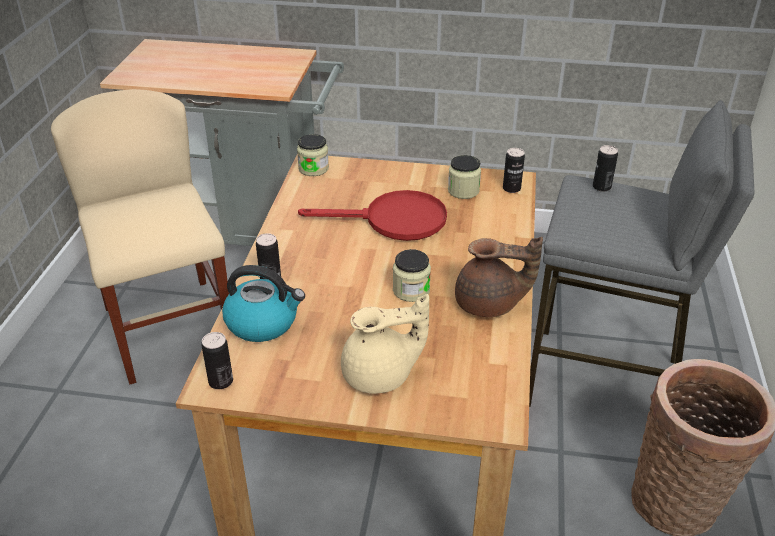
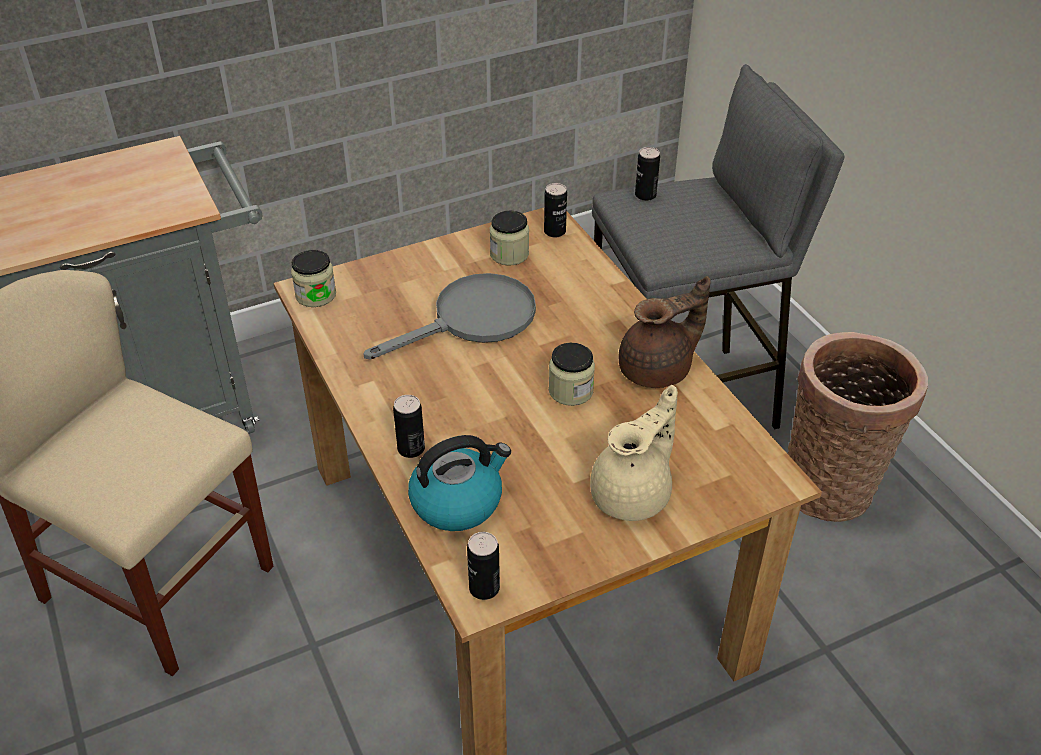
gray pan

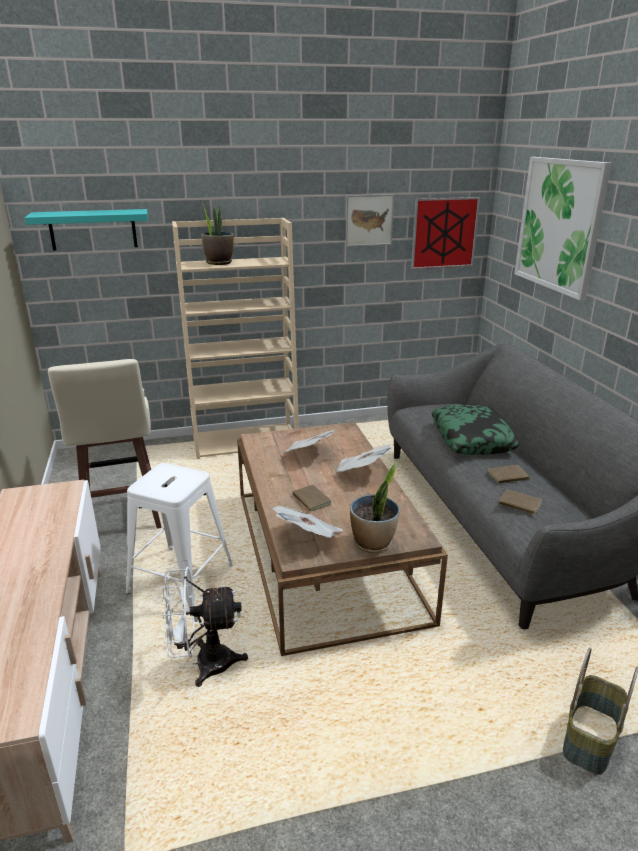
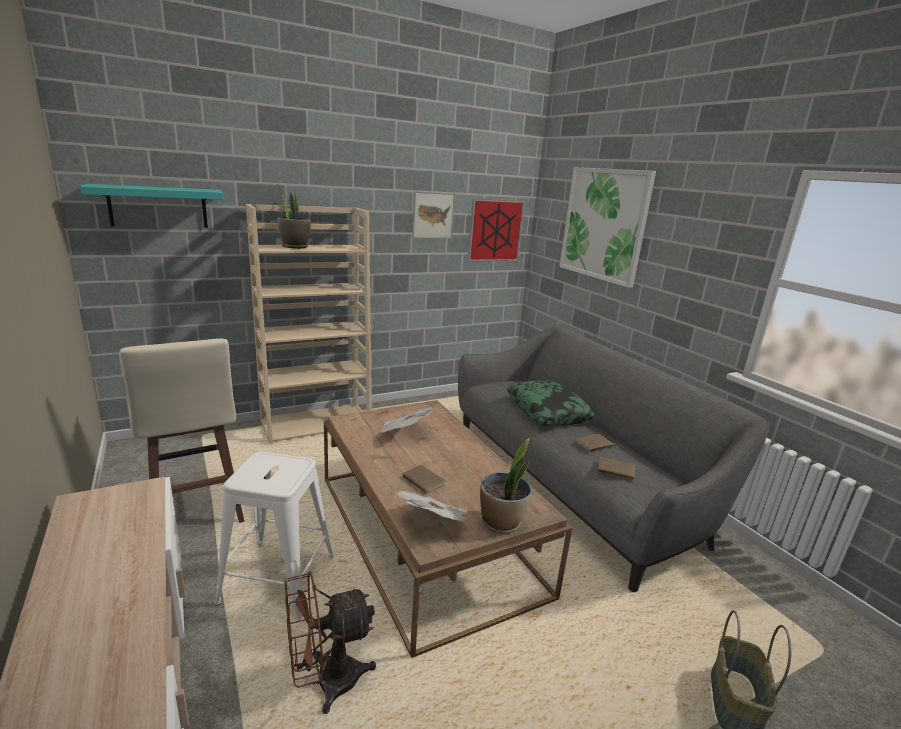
newspaper (no. 3 from left in the first image)
brownish electric fan

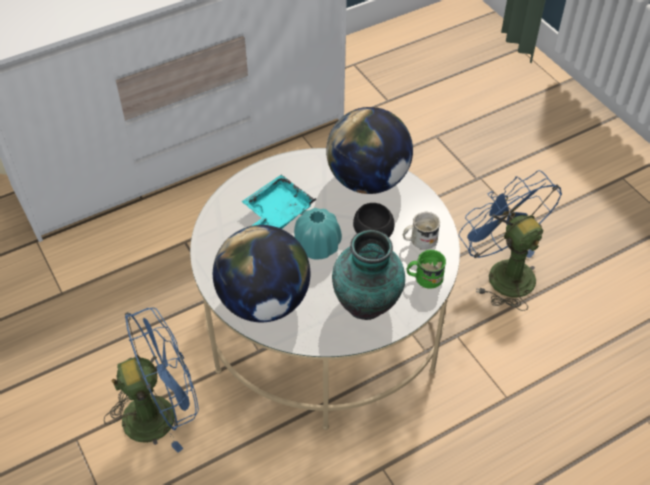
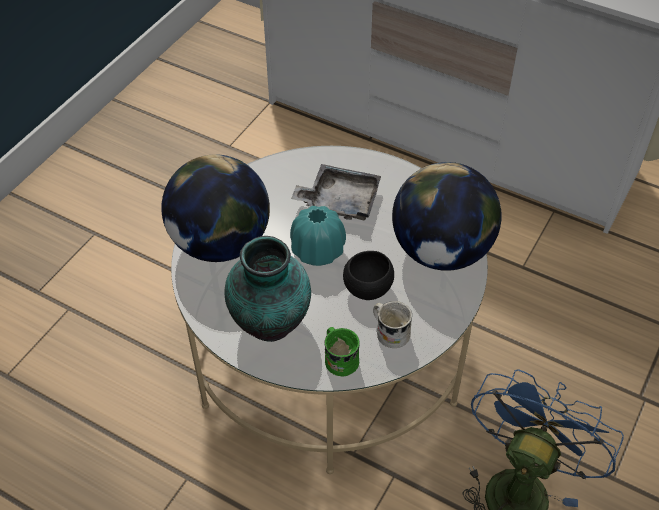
blue electric fan (no. 1 from left in the first image)
gray tray

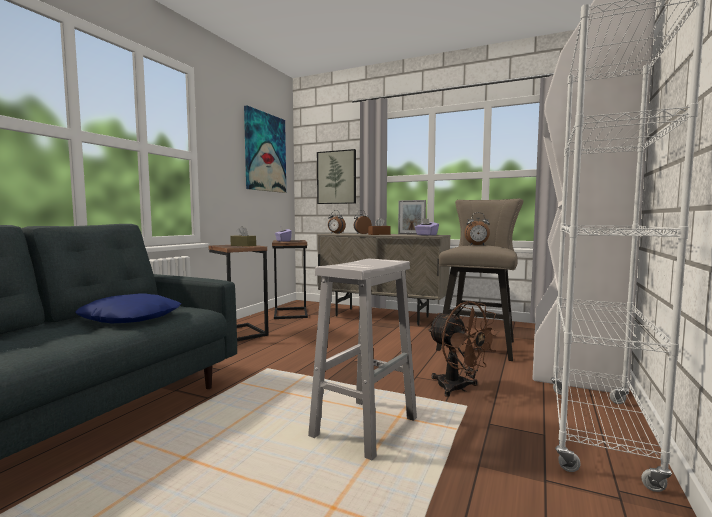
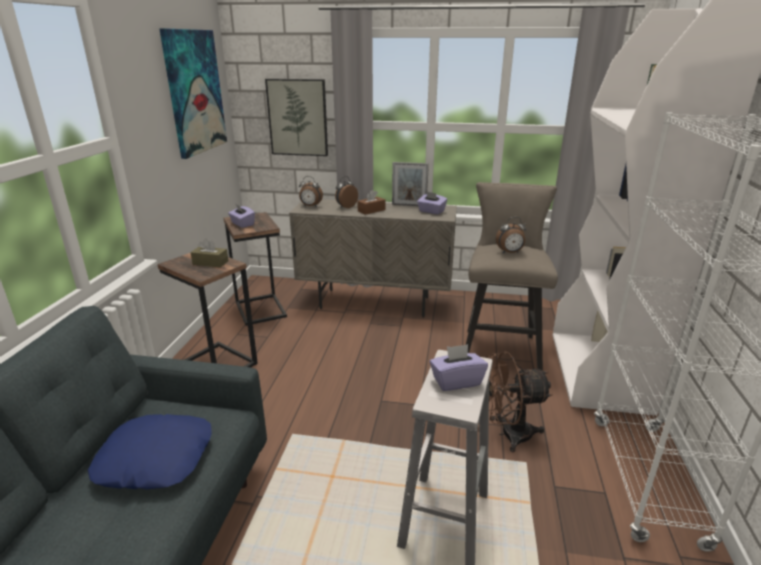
purplish box of tissues (no. 3 from left)
brownish electric fan

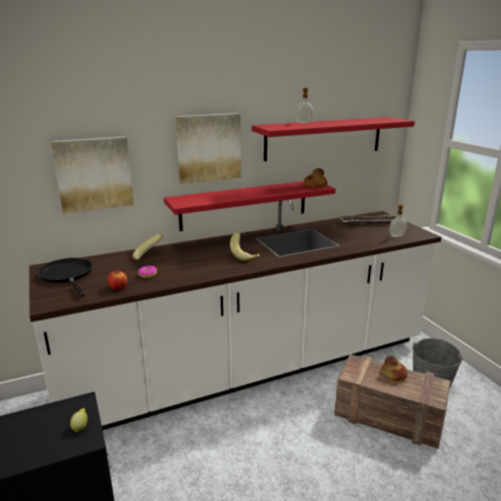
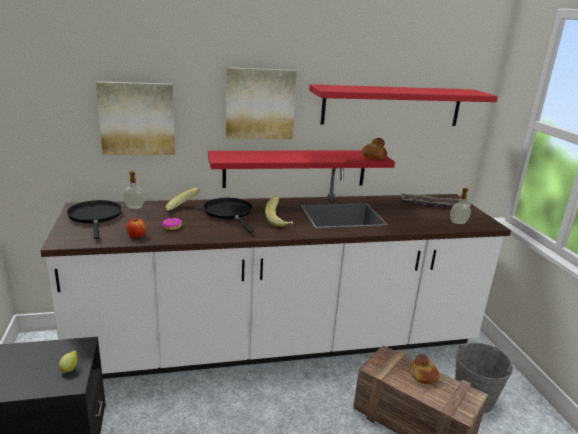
blackish pan (no. 2 from left)
soap bottle (no. 1 from left)

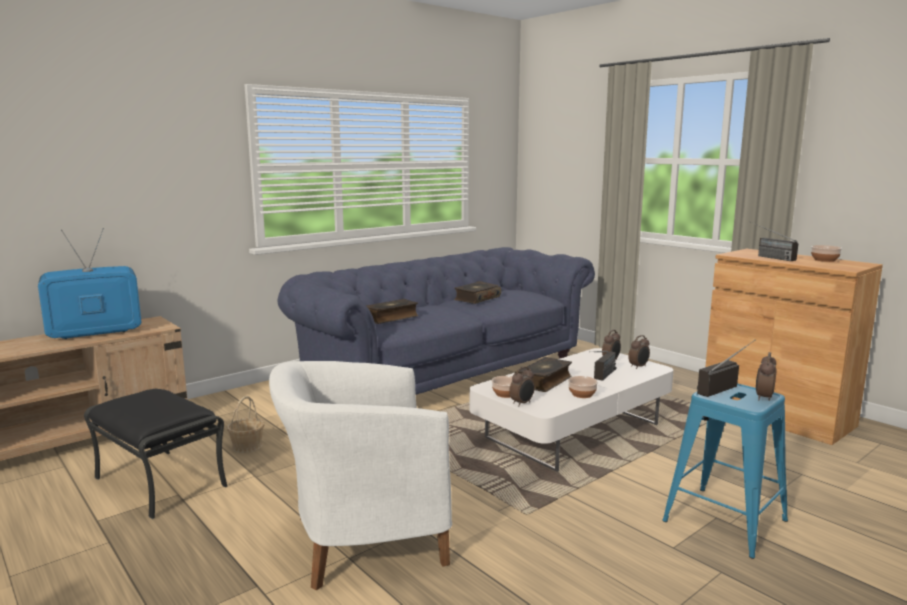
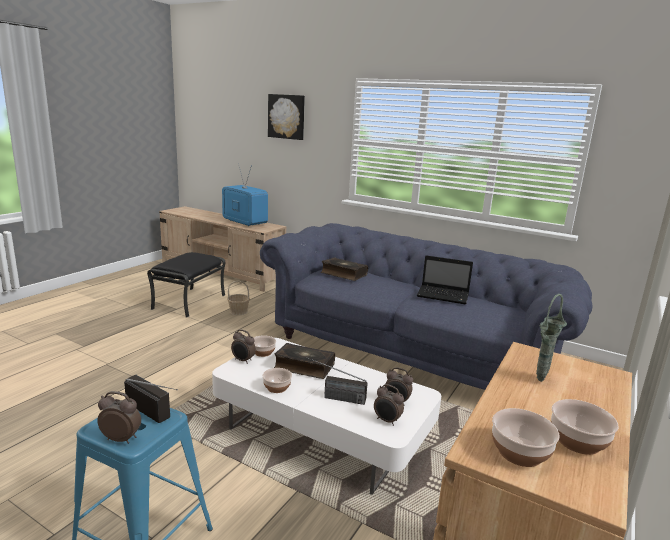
whitish lounge chair
picture
serving bowl (no. 3 from left)
portable computer
green decorative vase

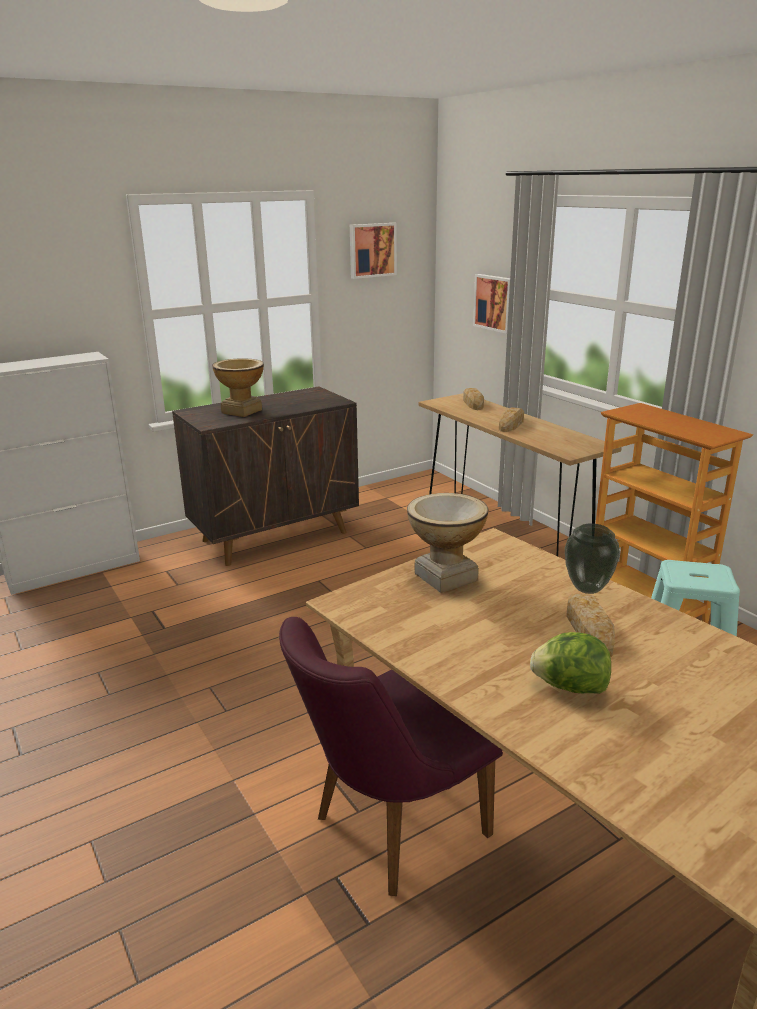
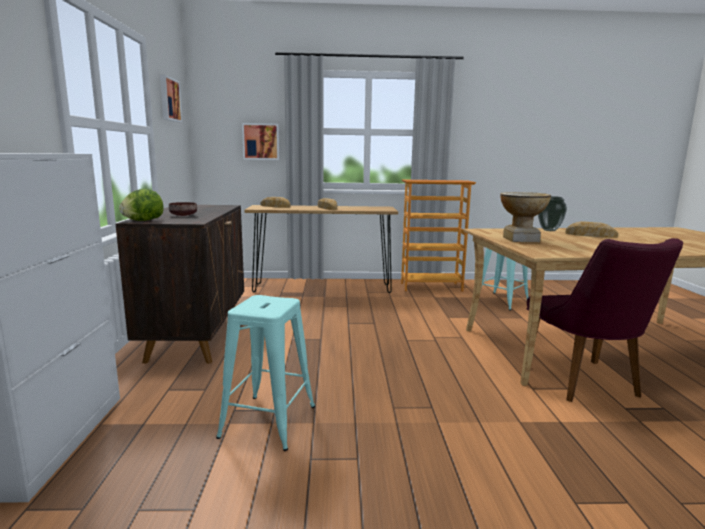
blue-green sitting stool (no. 1 from left)
head of lettuce
brownish serving bowl

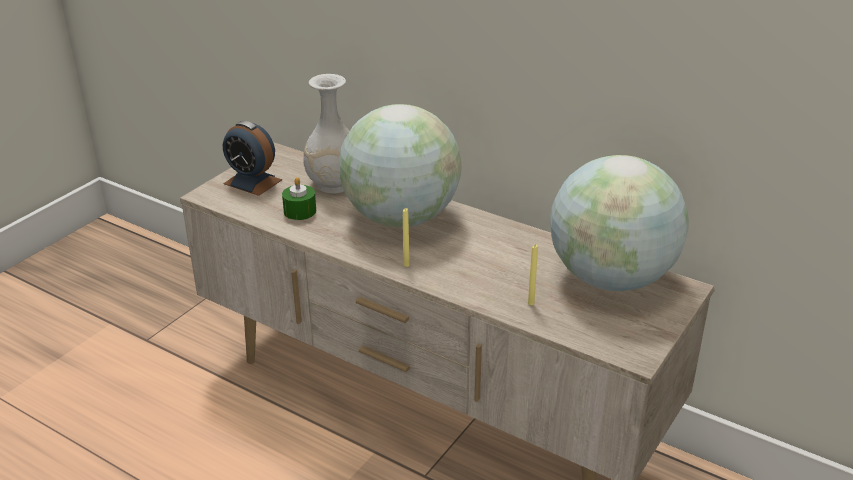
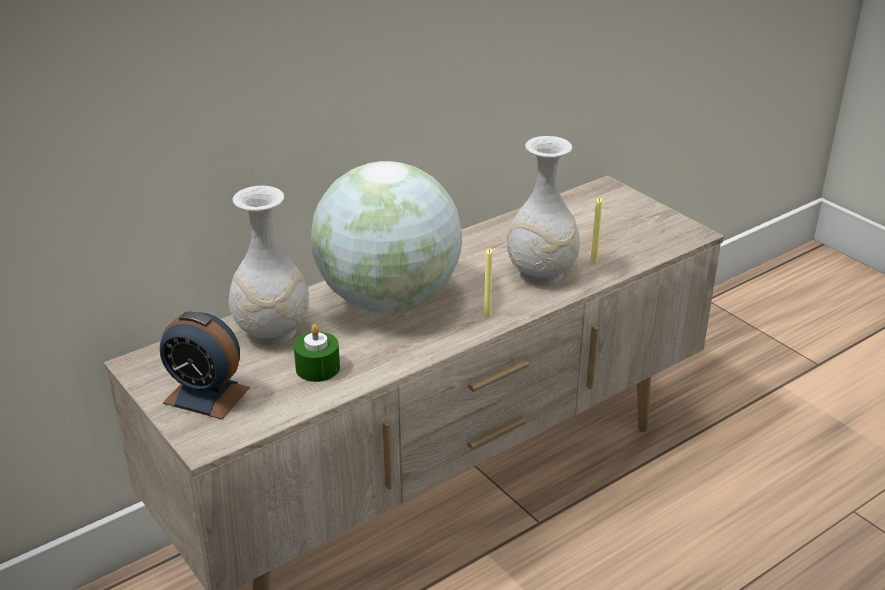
desk globe (no. 2 from left in the first image)
whitish decorative vase (no. 2 from left)
table clock

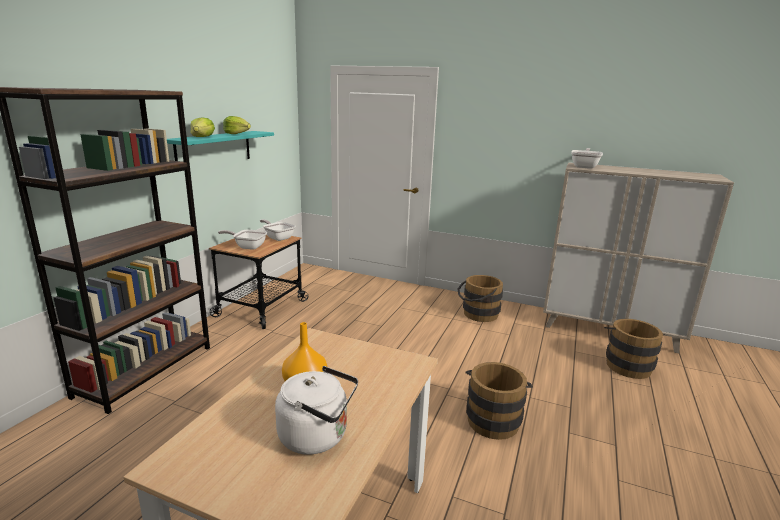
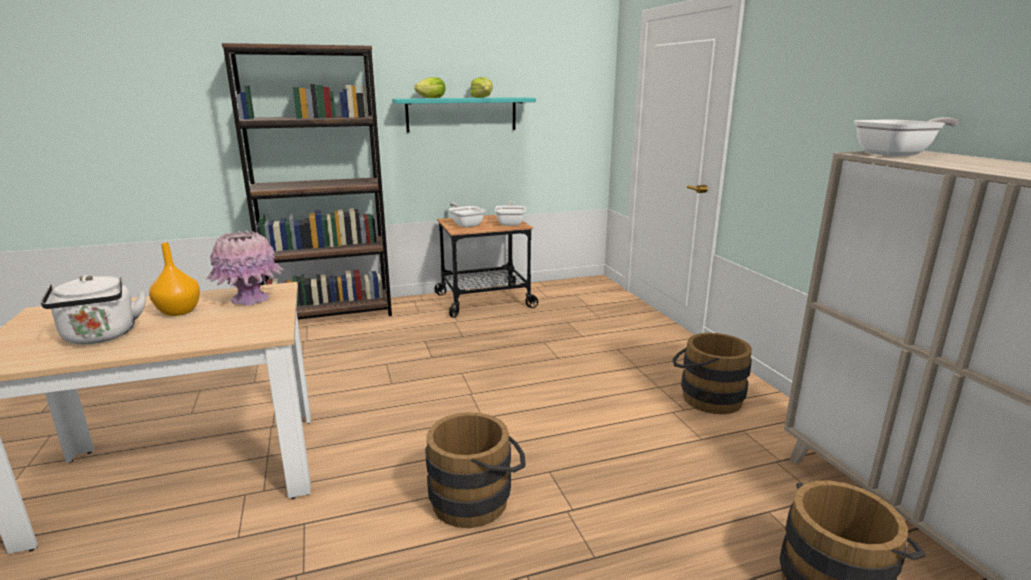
pinkish decorative vase

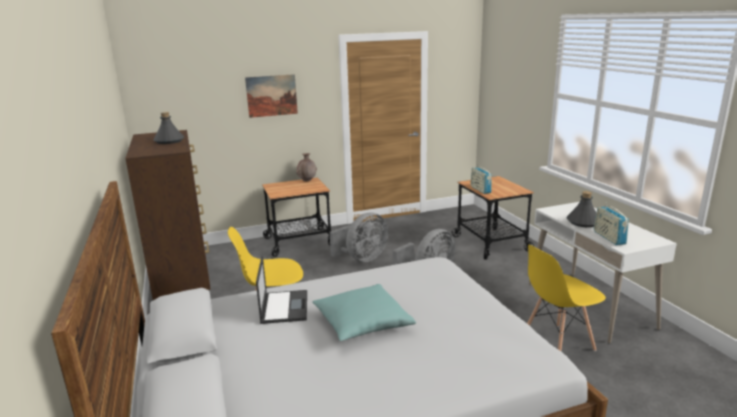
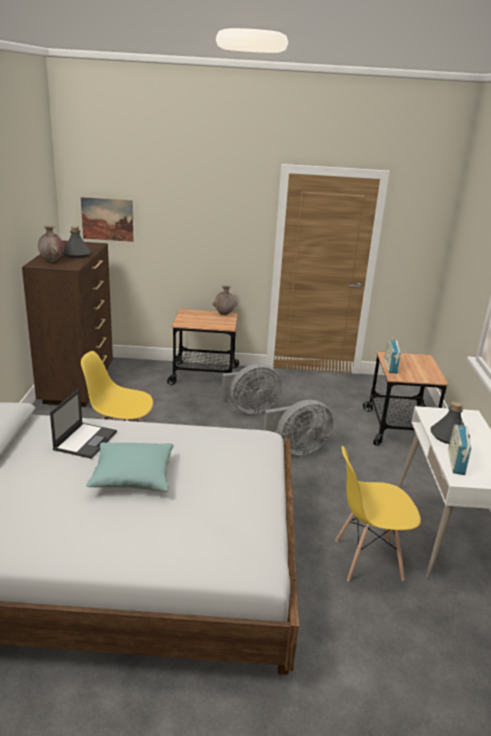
brownish decorative vase (no. 1 from left)
picture

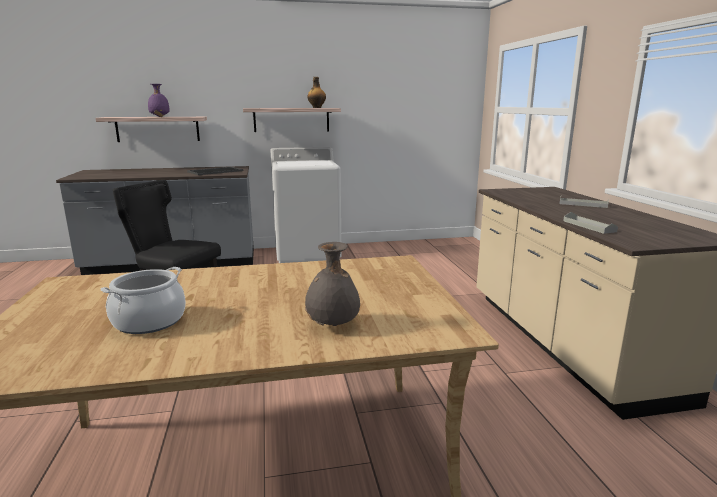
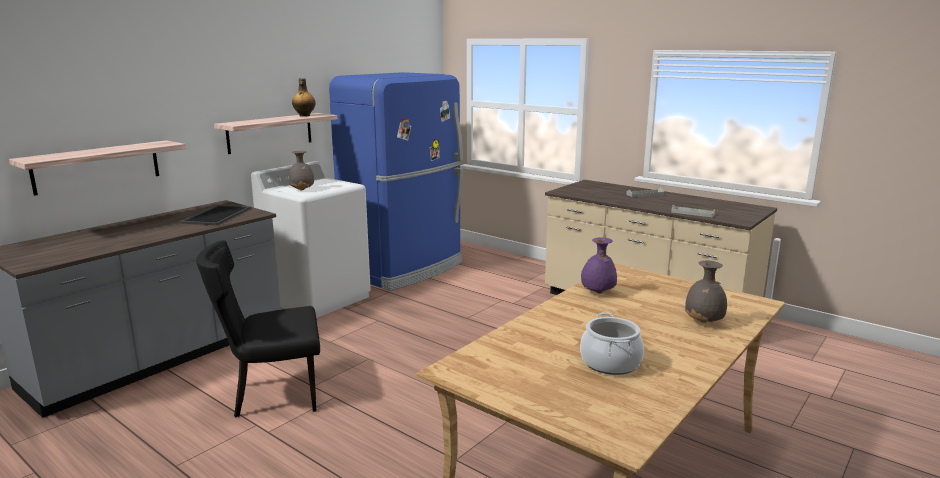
gray decorative vase (no. 1 from left)
blue kitchen fridge
purplish decorative vase

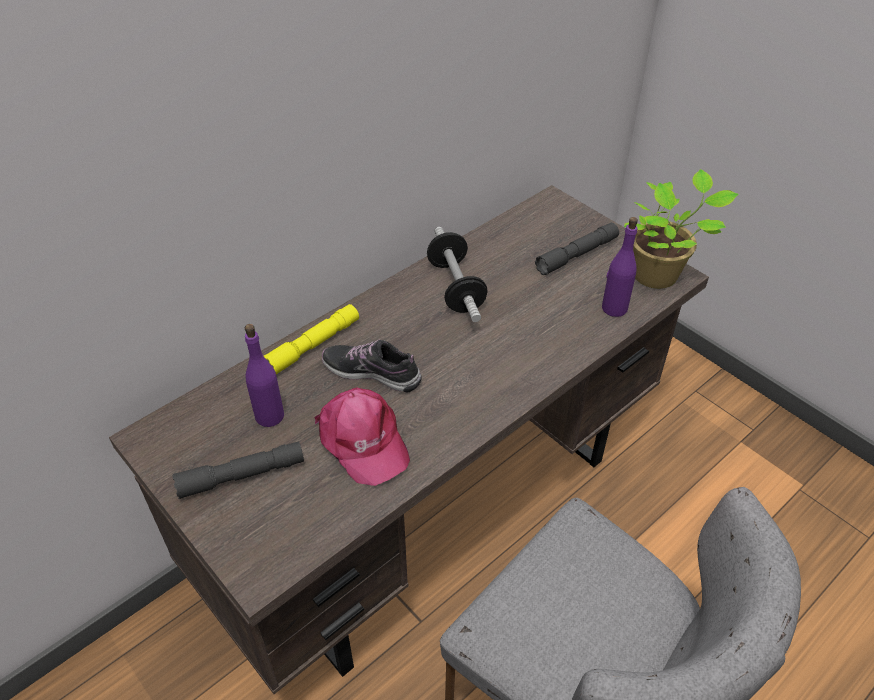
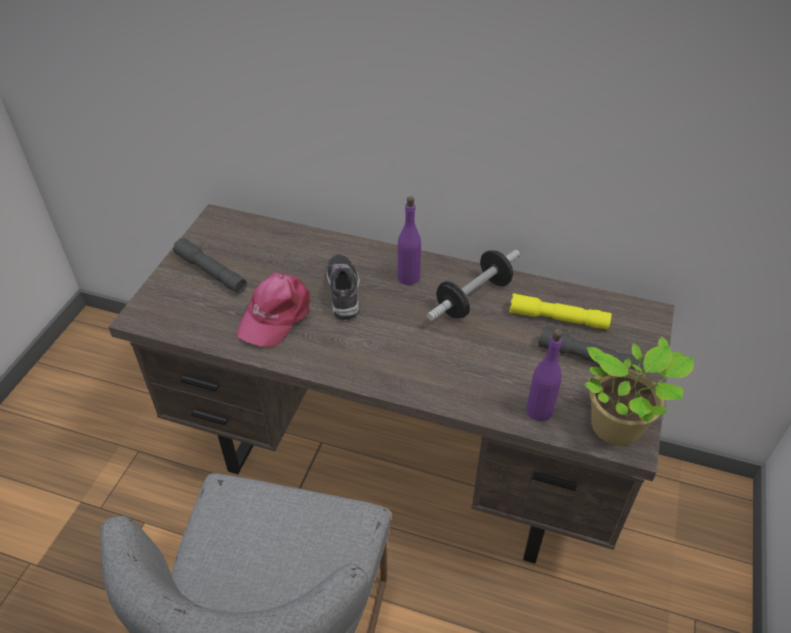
purplish beverage bottle (no. 1 from left)
yellow-coloured flashlight

